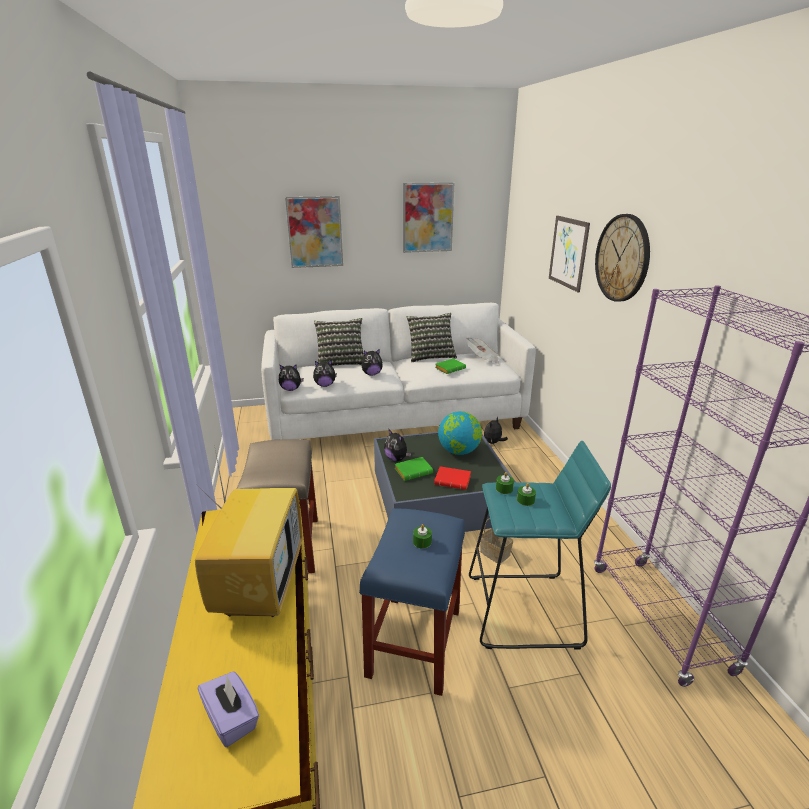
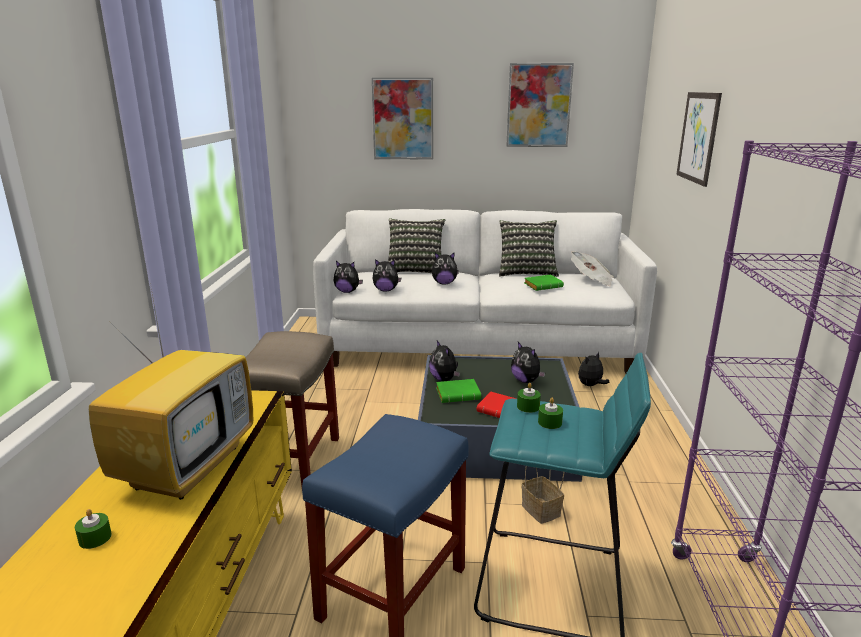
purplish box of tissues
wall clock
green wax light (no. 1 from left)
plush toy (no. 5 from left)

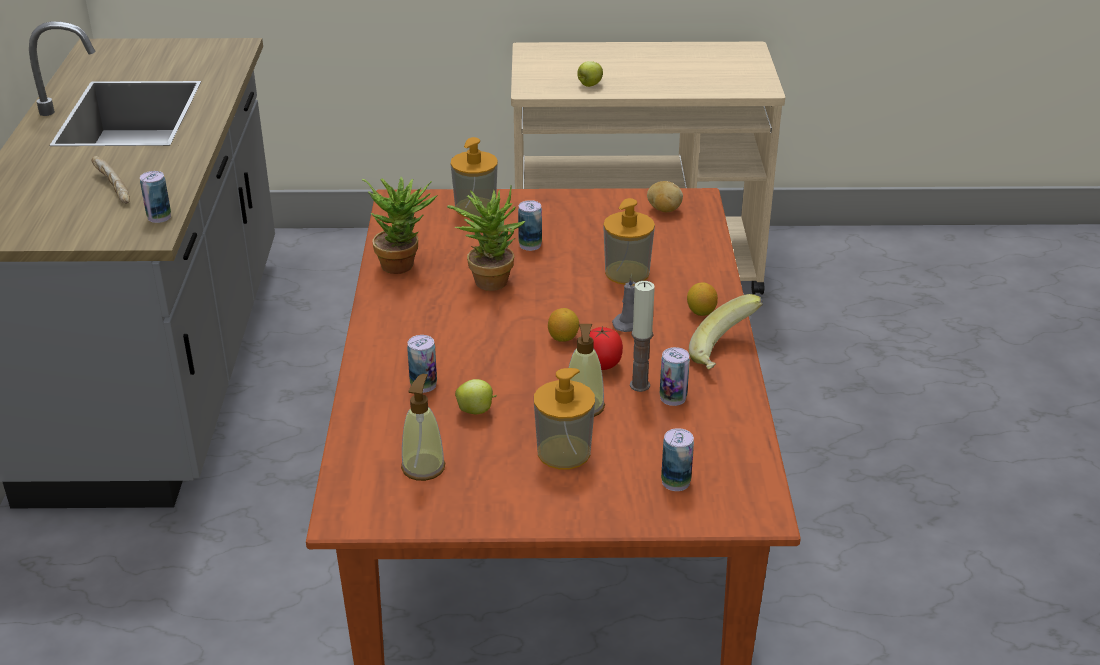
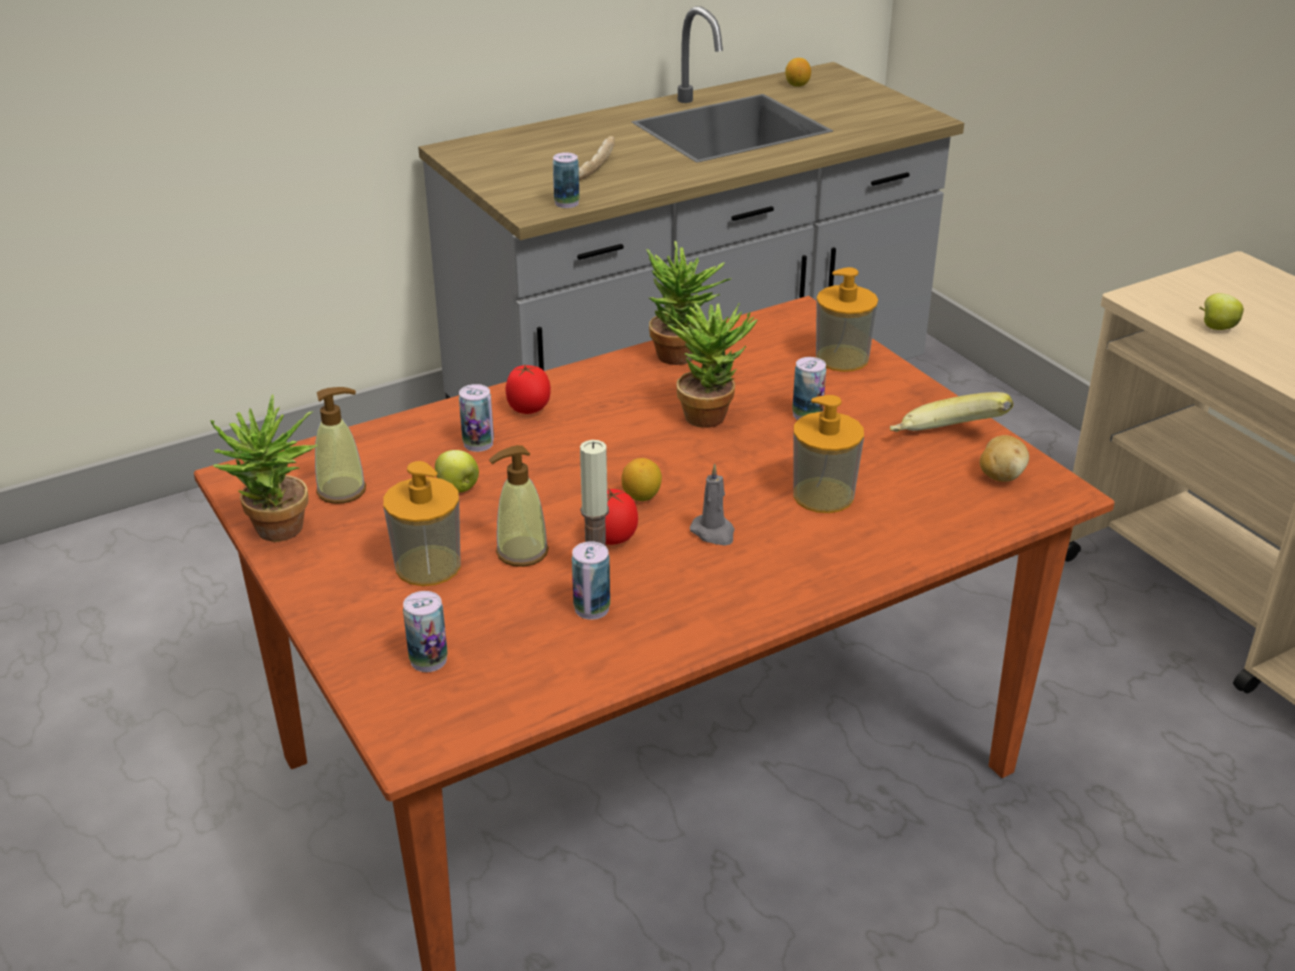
houseplant (no. 1 from left)
fresh tomato (no. 1 from left)
citrus fruit (no. 2 from left)
banana

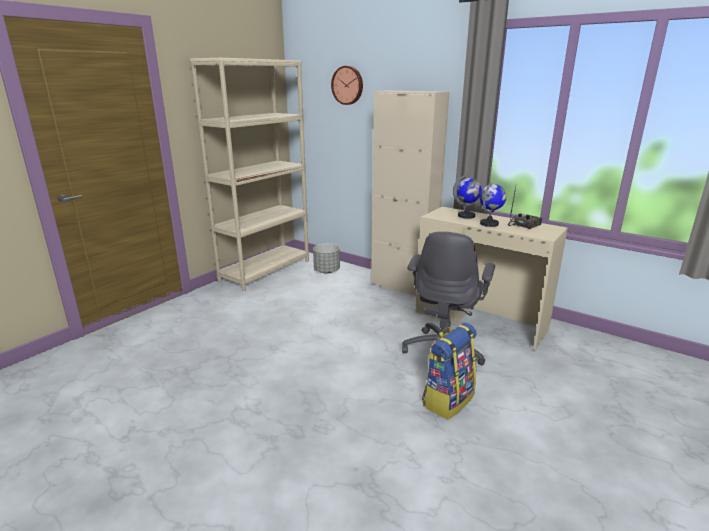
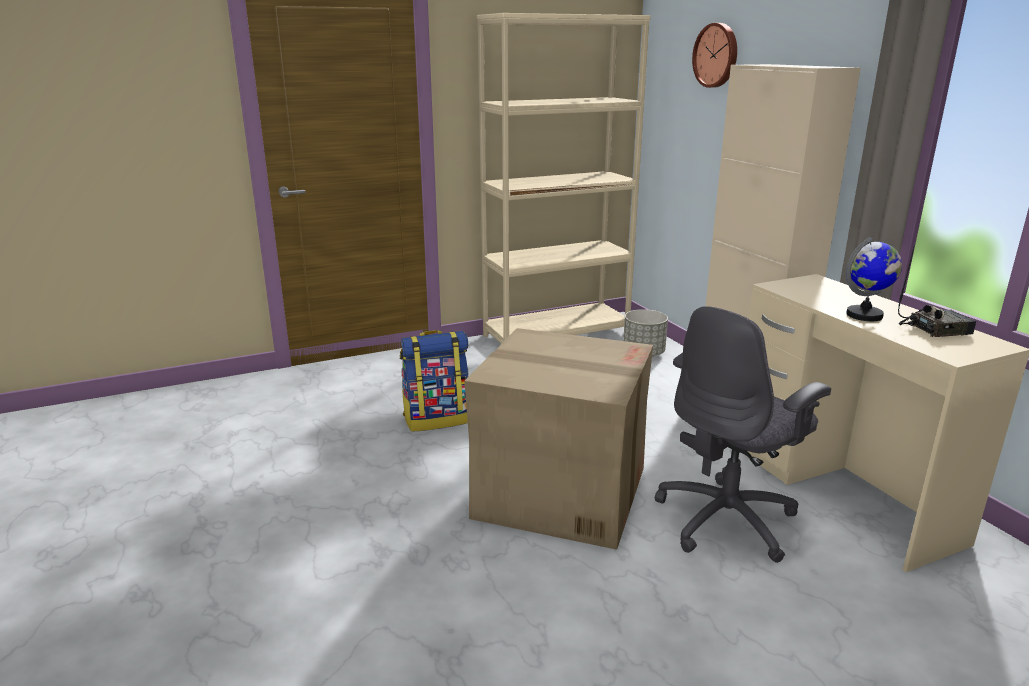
desk globe (no. 1 from left in the first image)
packing box
backpack

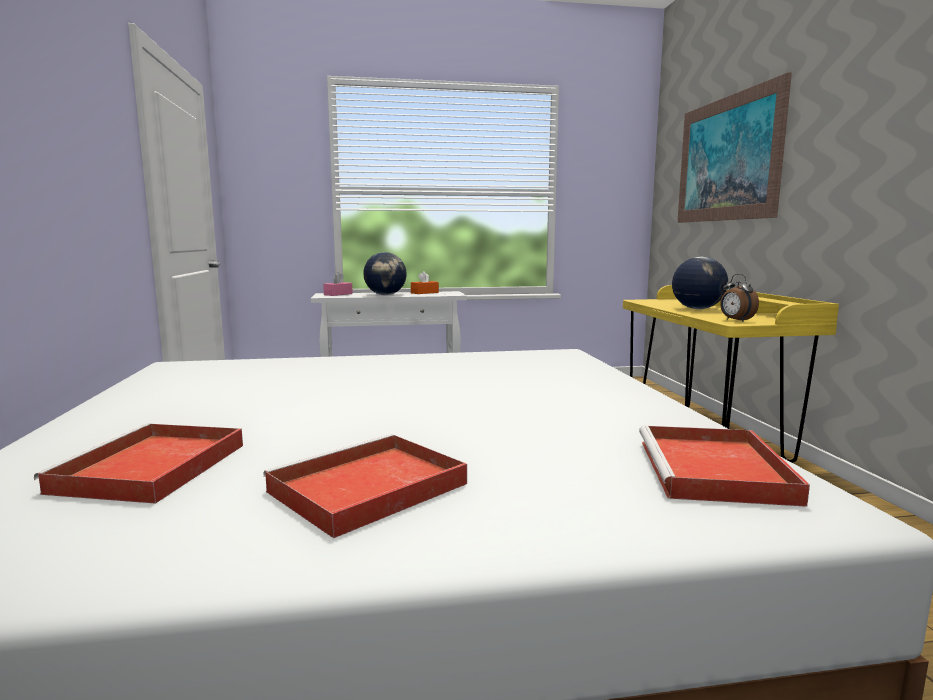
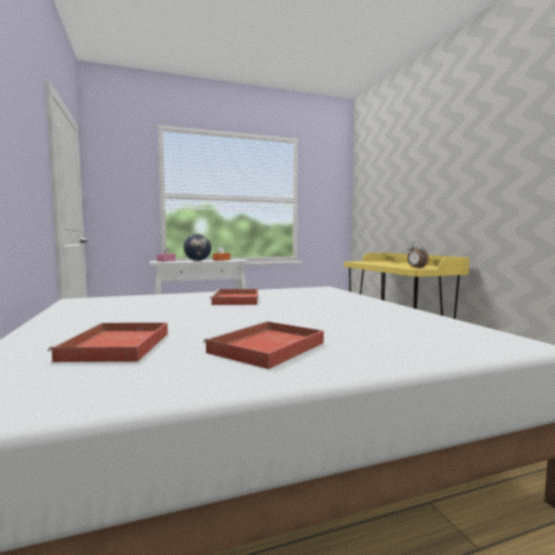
desk globe (no. 2 from left in the first image)
picture
red-coloured tray (no. 2 from left)

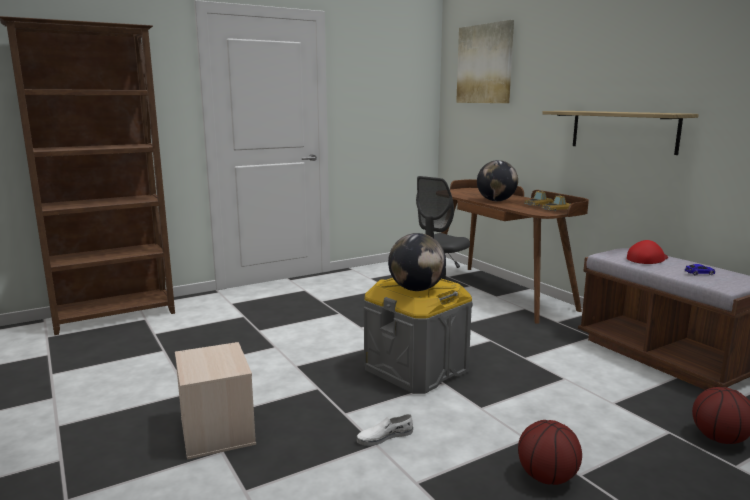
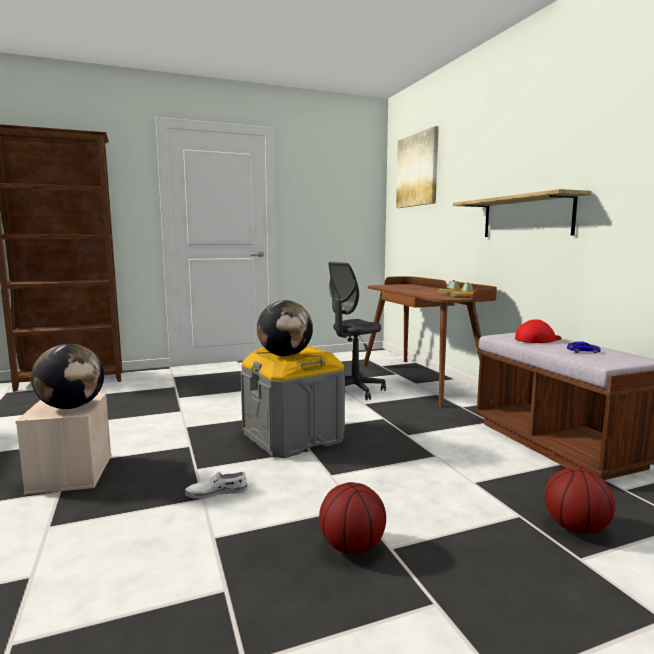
desk globe (no. 1 from left)

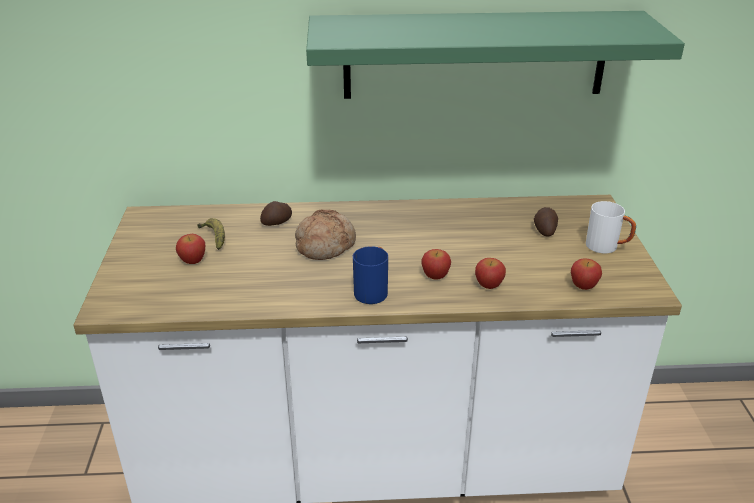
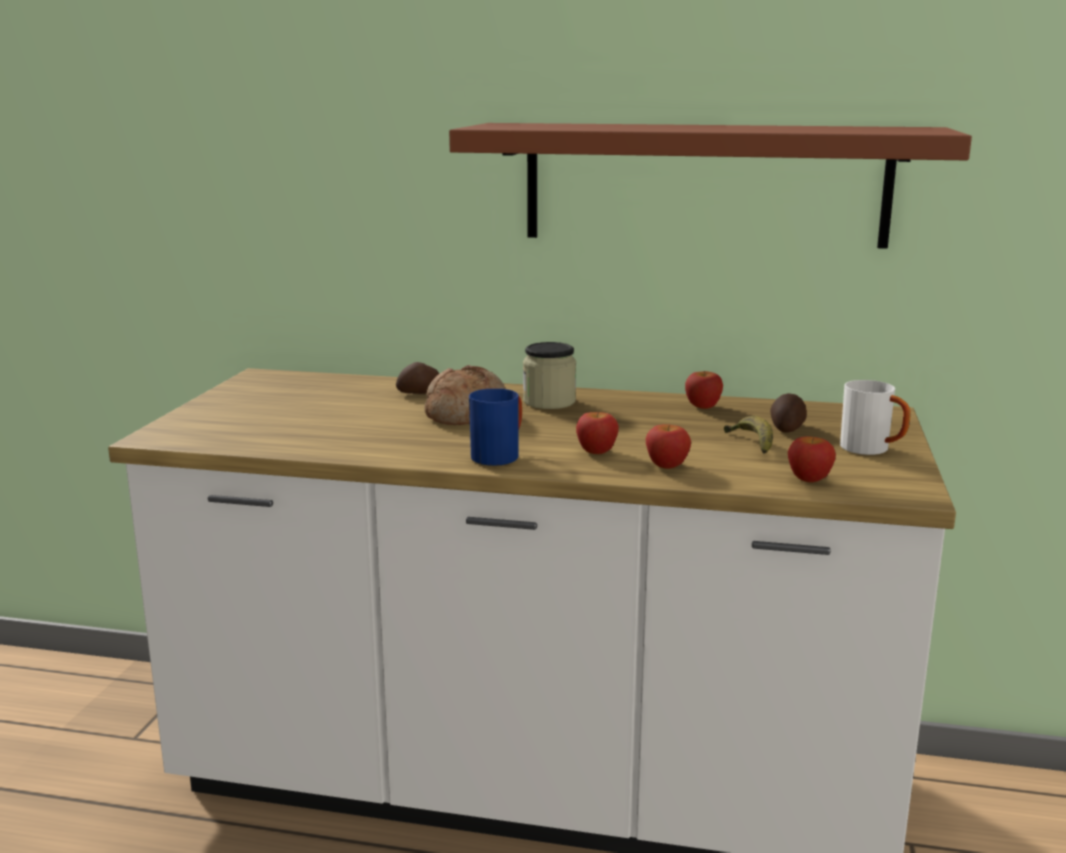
preserve jar
whole apple (no. 3 from left)
banana
brownish bracket shelf

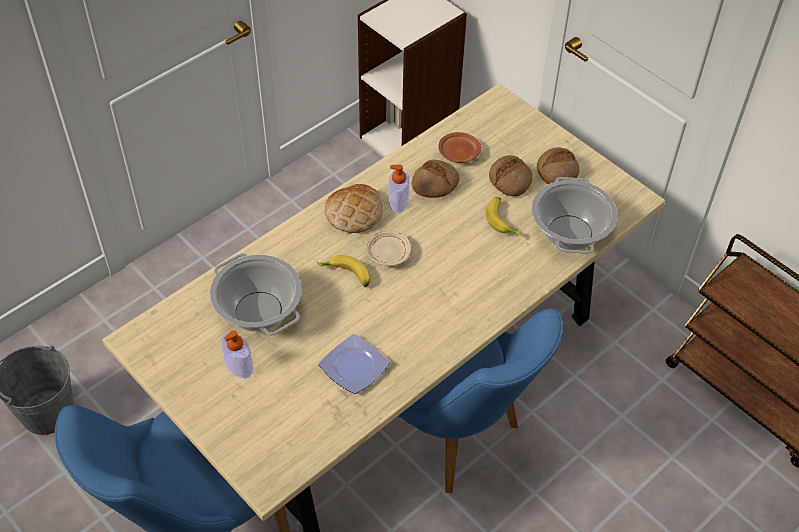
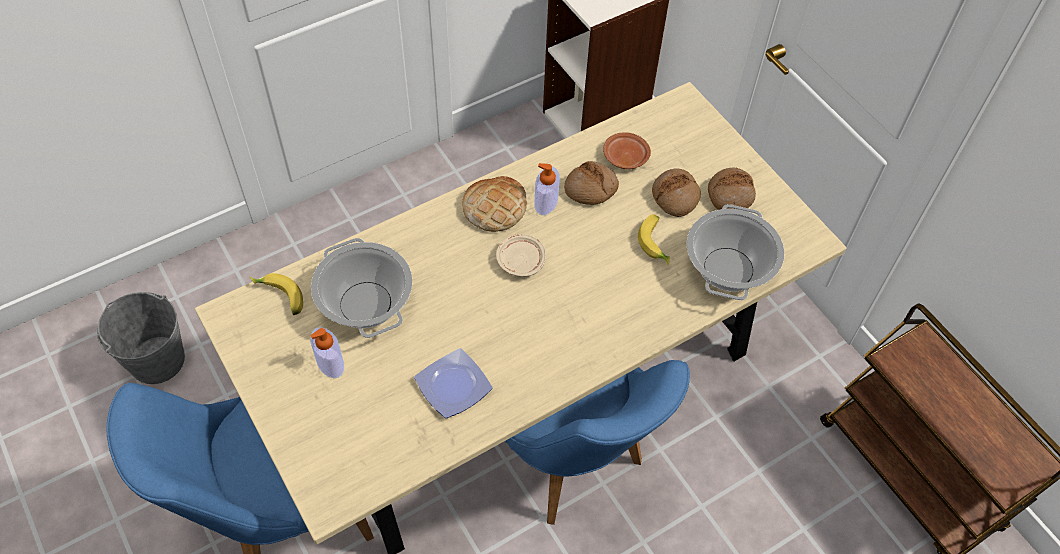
banana (no. 1 from left)

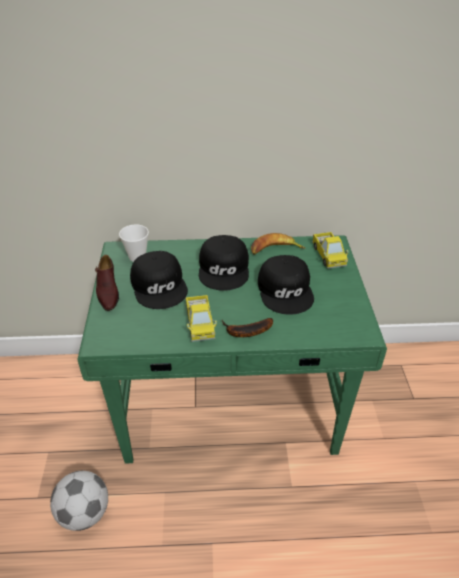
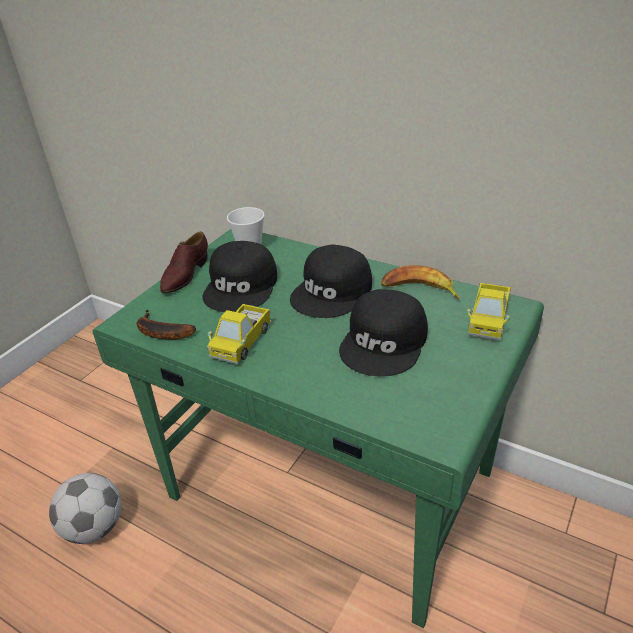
banana (no. 1 from left)

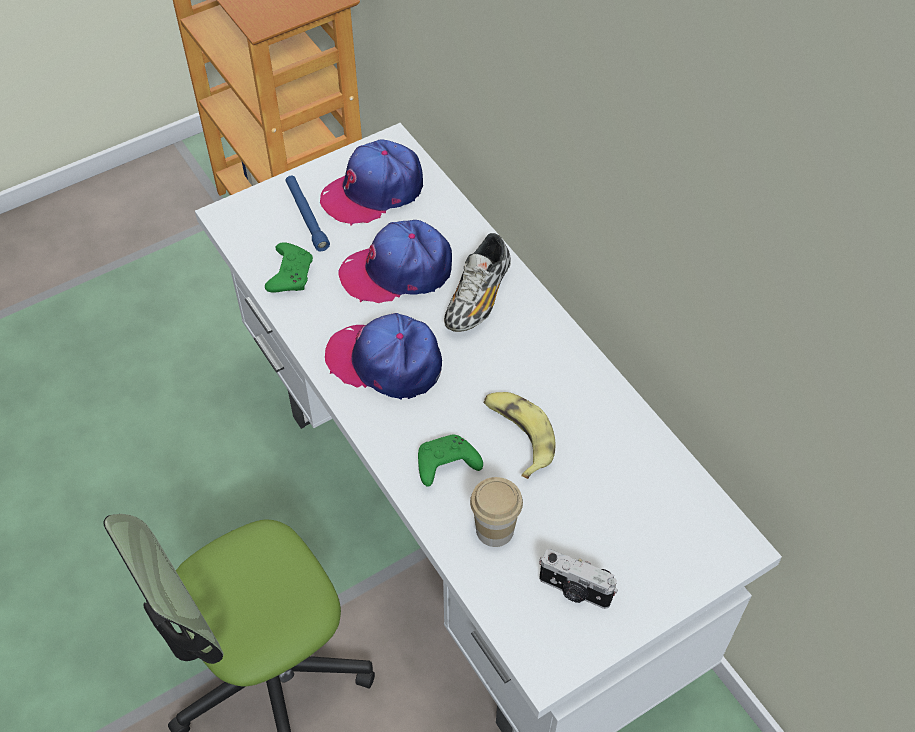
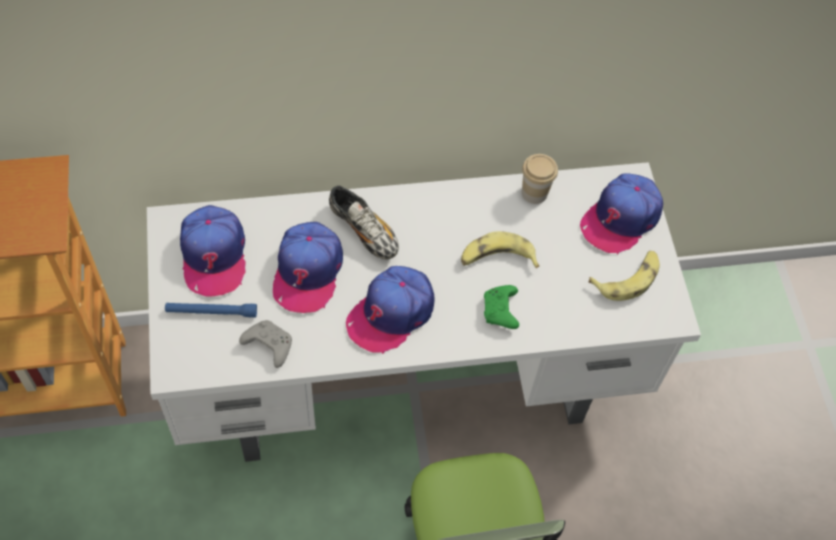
peaked cap (no. 4 from left)
small cup
banana (no. 2 from left)
gray gamepad

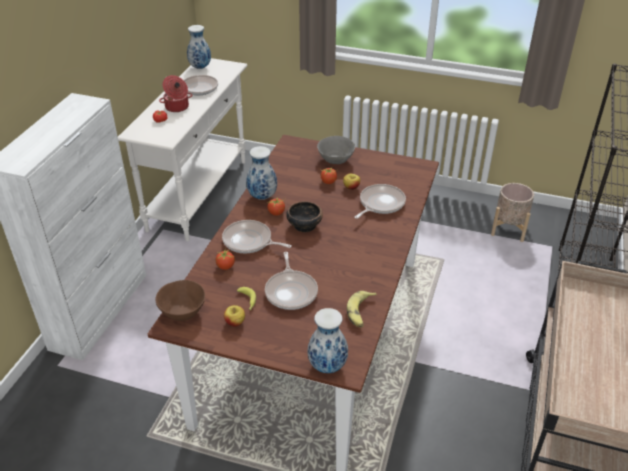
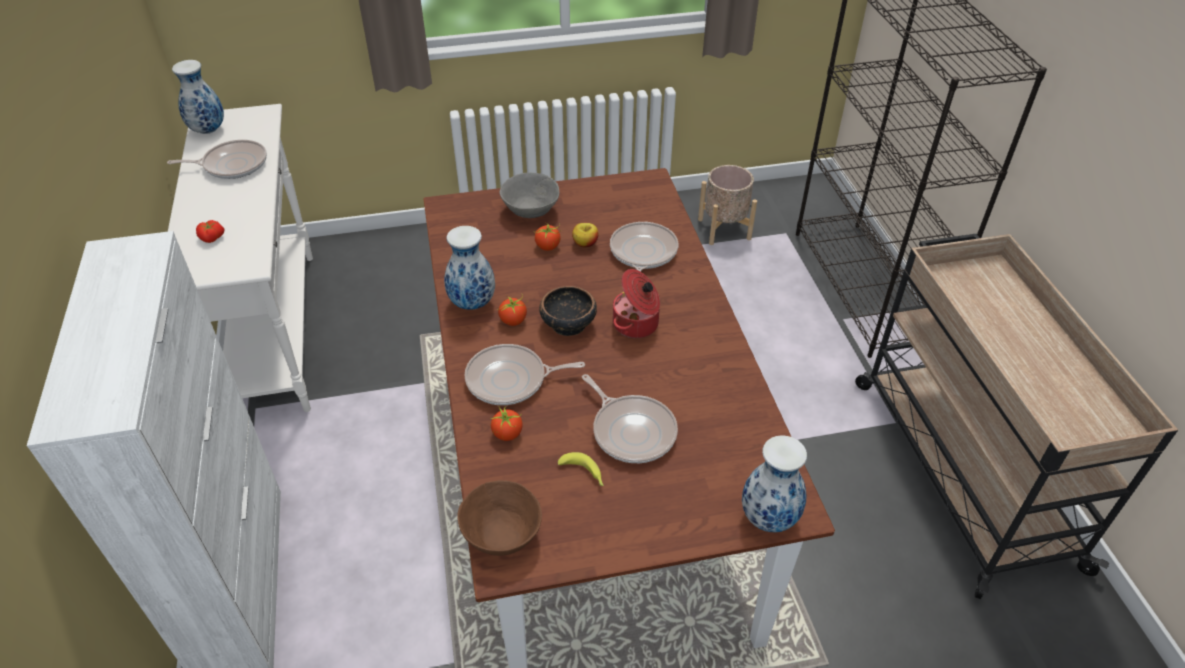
whole apple (no. 1 from left in the first image)
banana (no. 2 from left in the first image)
saucepot

